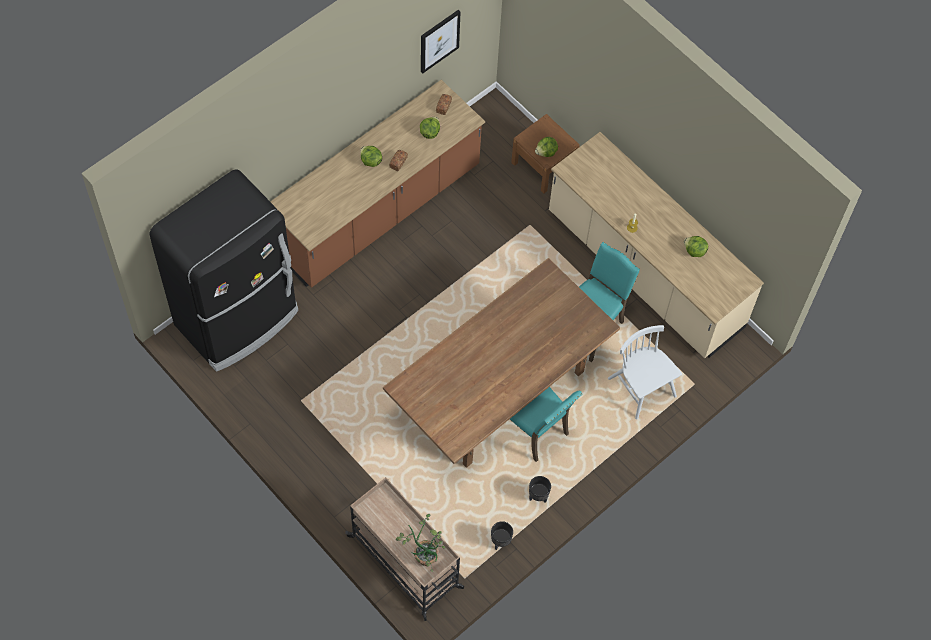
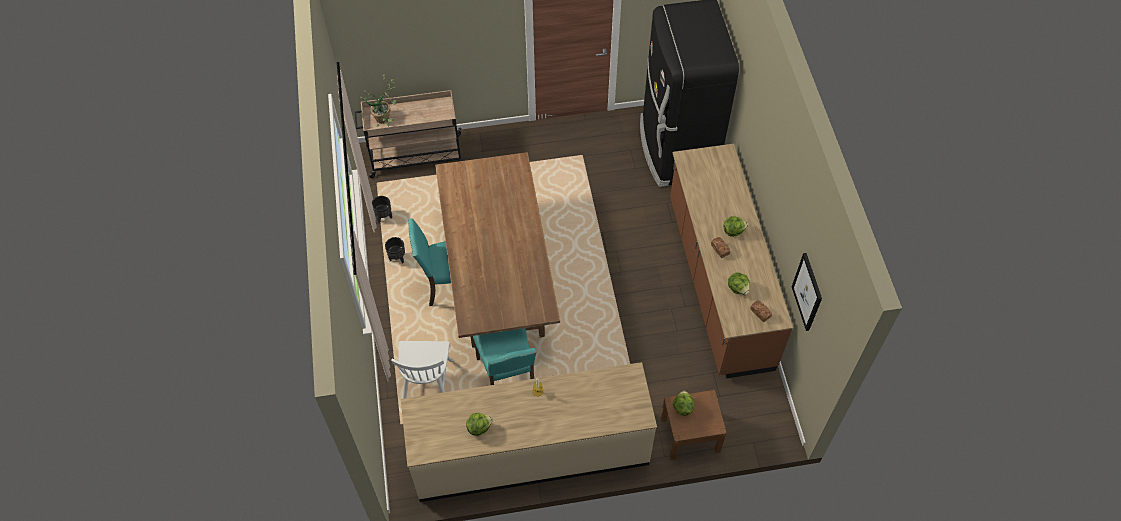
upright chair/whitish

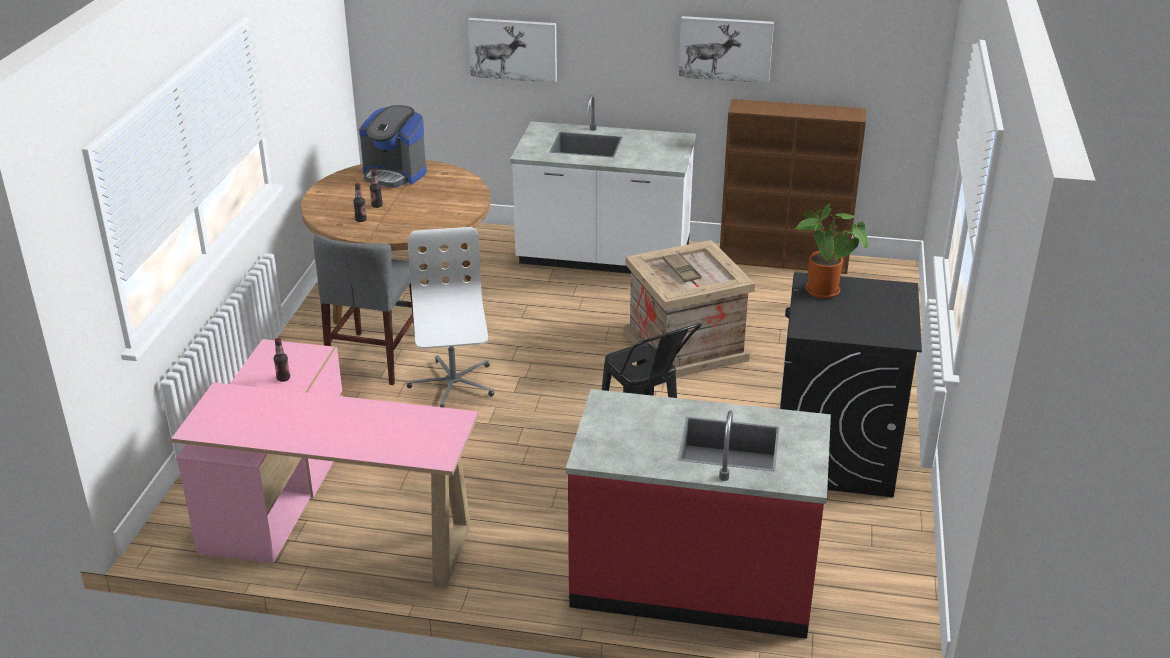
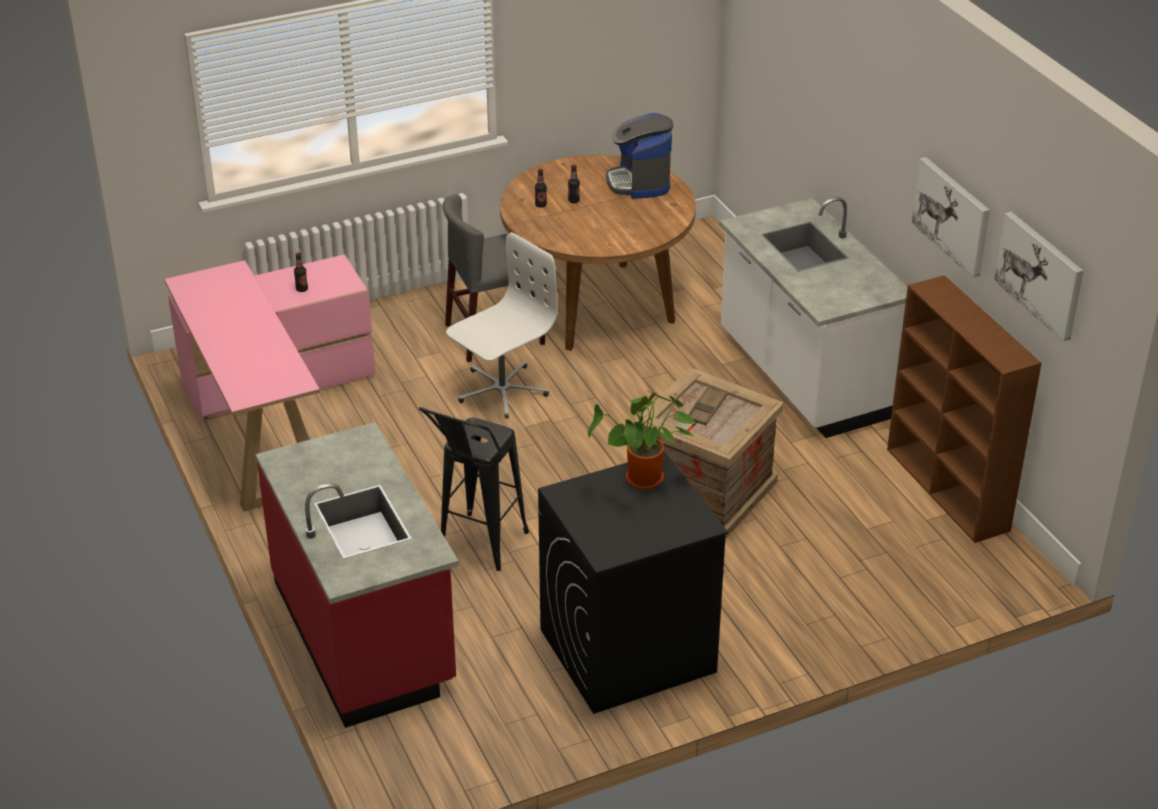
wall art (2nd from left)

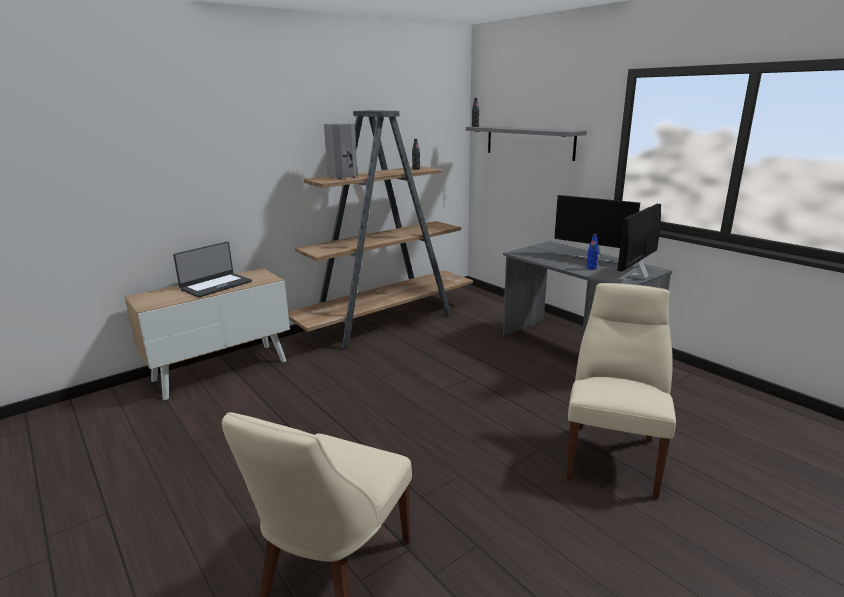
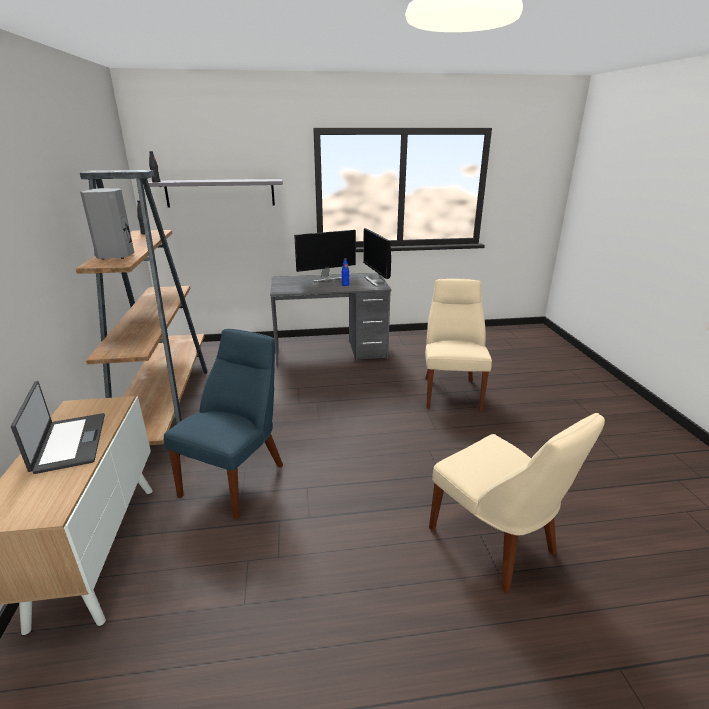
upright chair/beige-coloured (1st from left); upright chair/bluish

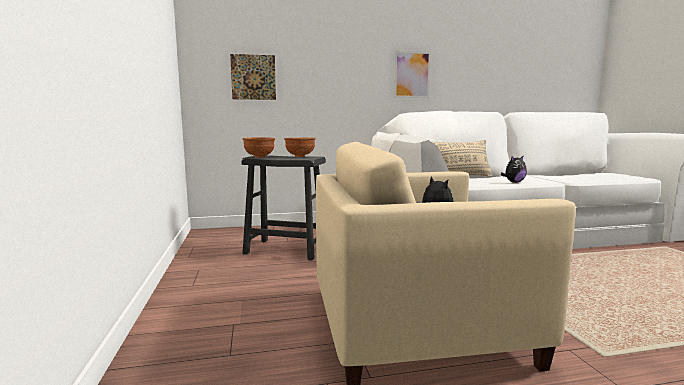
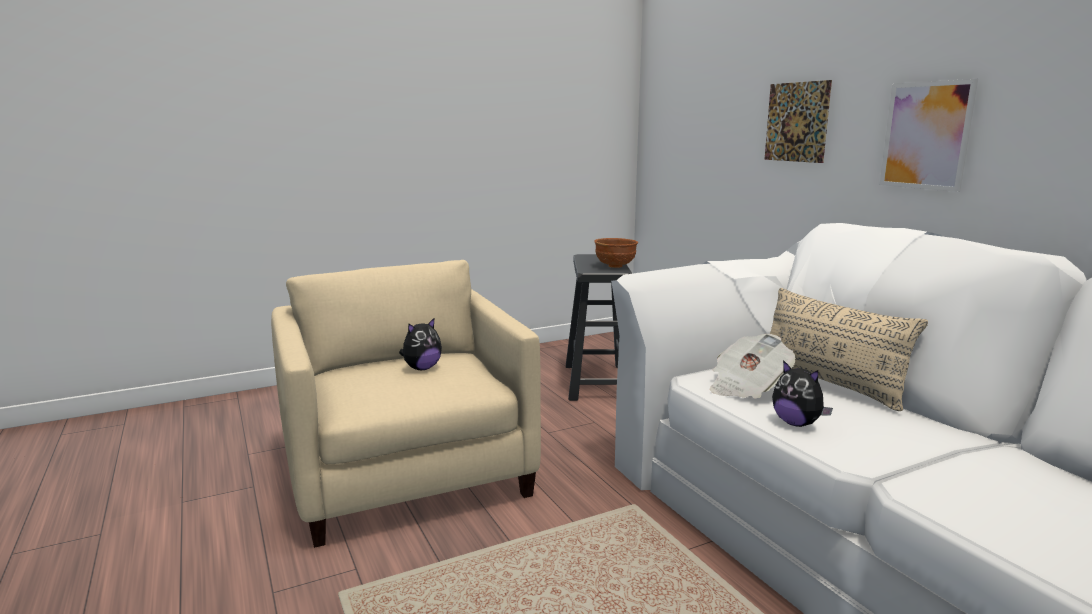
wall art (1st from left); serving bowl/brown (1st from left in the first image); newspaper

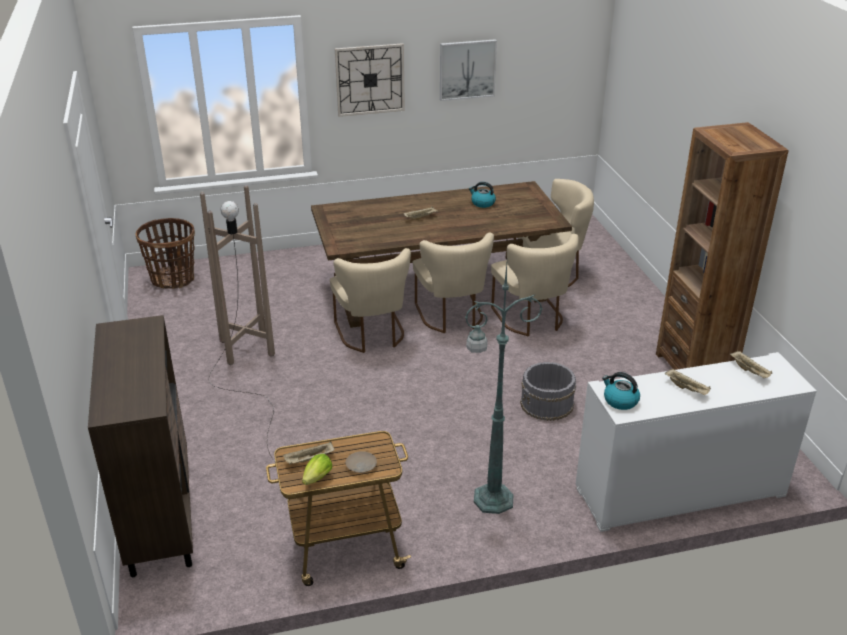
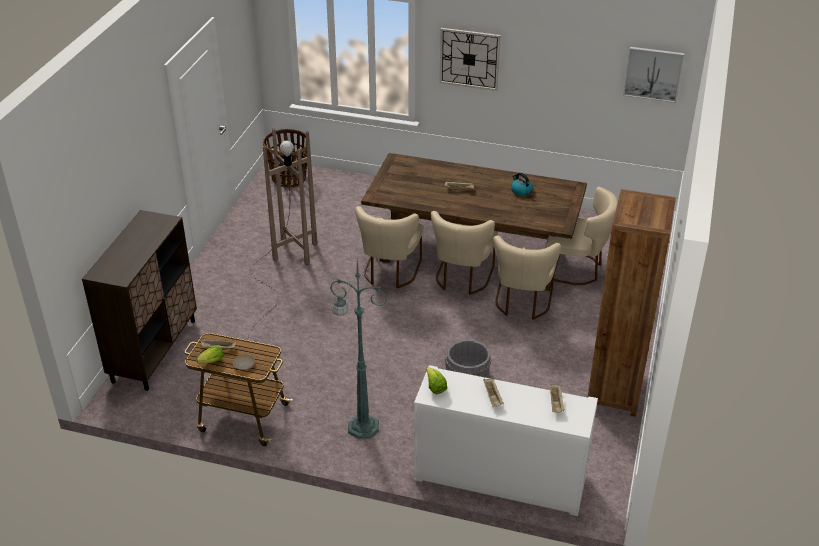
wall art; head of lettuce (2nd from left)

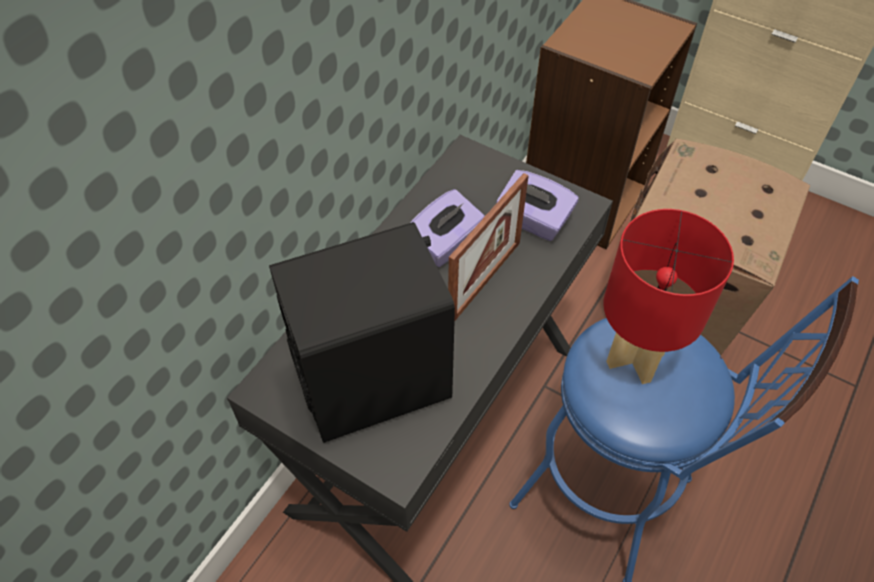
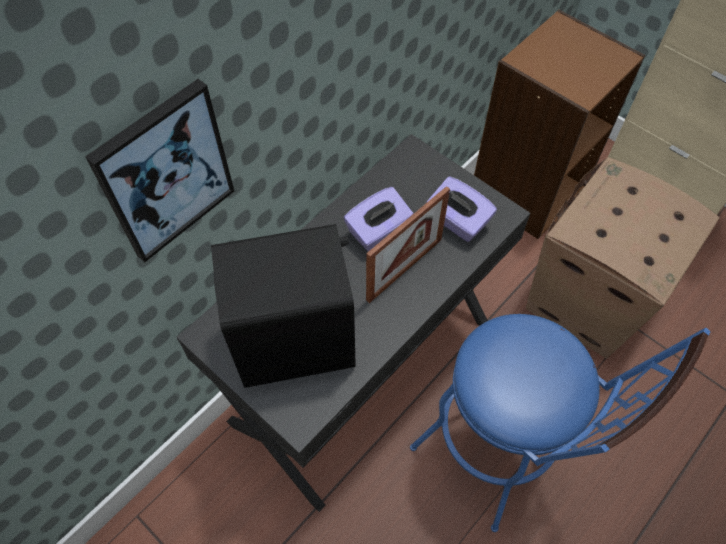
lamp for a table/red-coloured; wall art

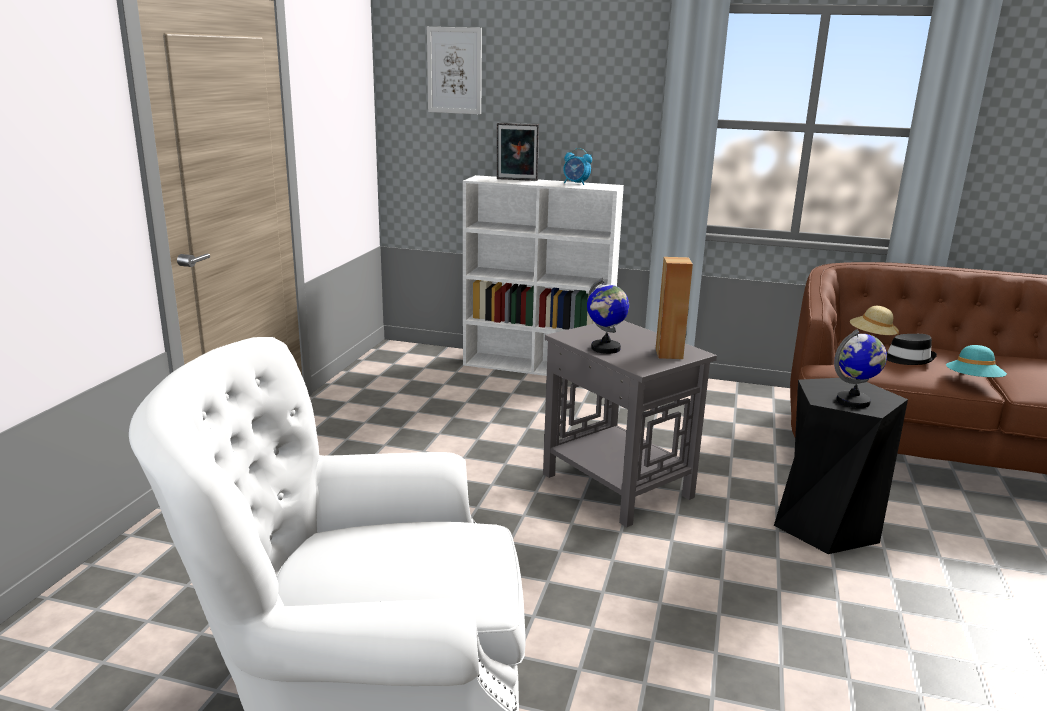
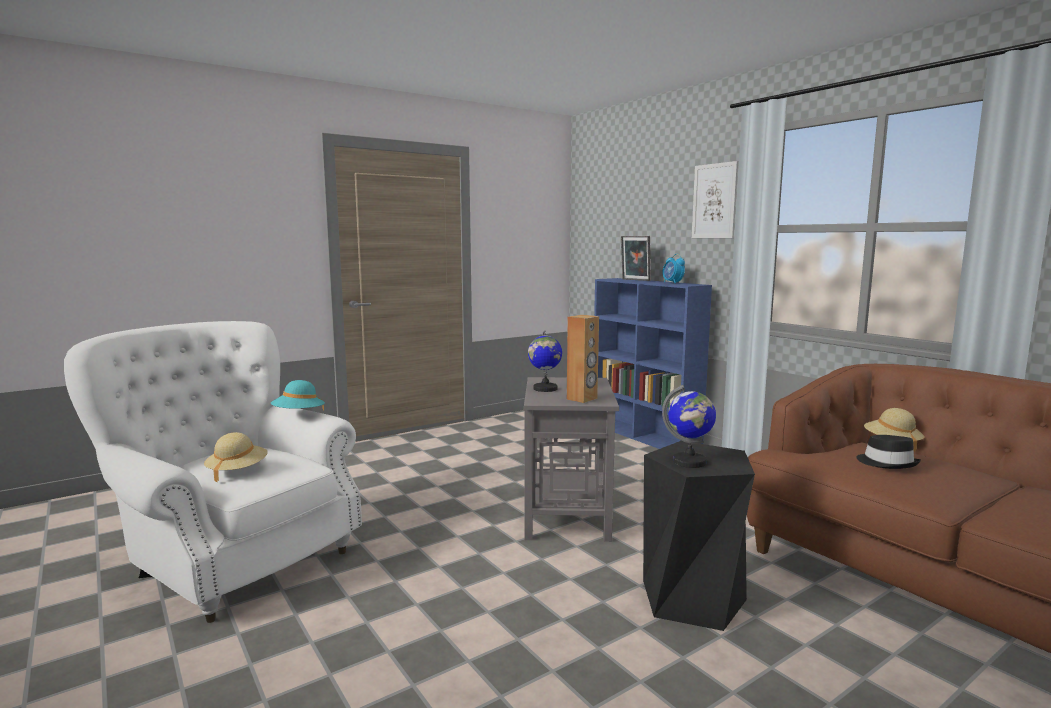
wall art; bookshelf/bluish; clothing hat/turquoise-coloured; clothing hat/beige-coloured (1st from left)

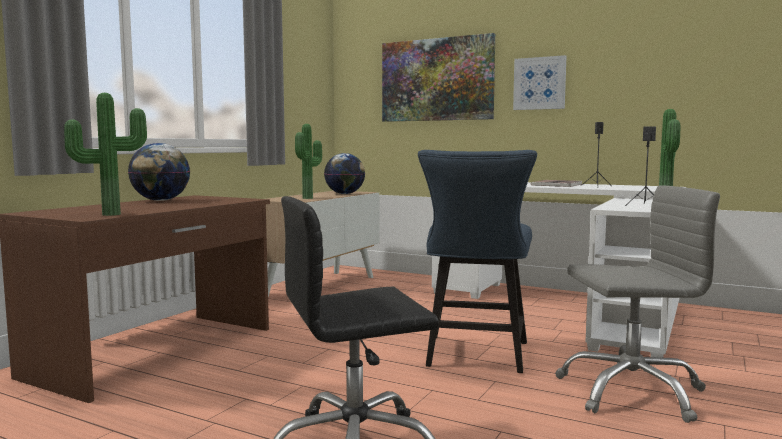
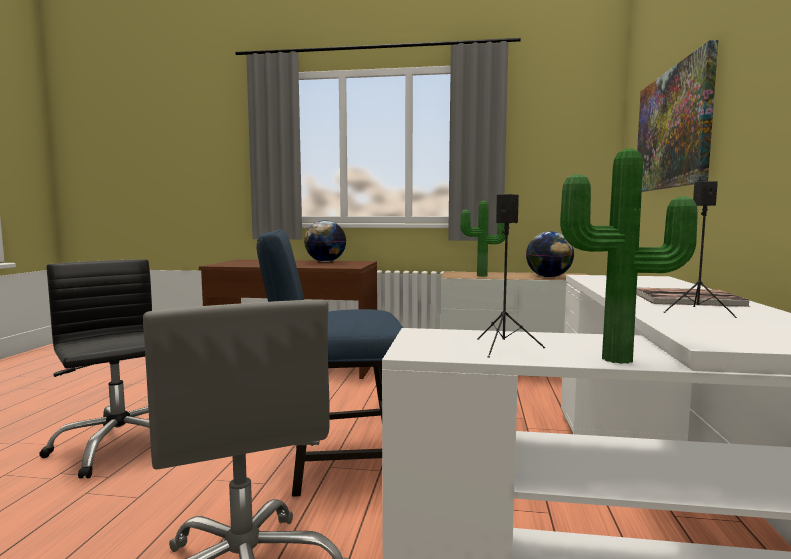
wall art (2nd from left in the first image); houseplant (1st from left in the first image)

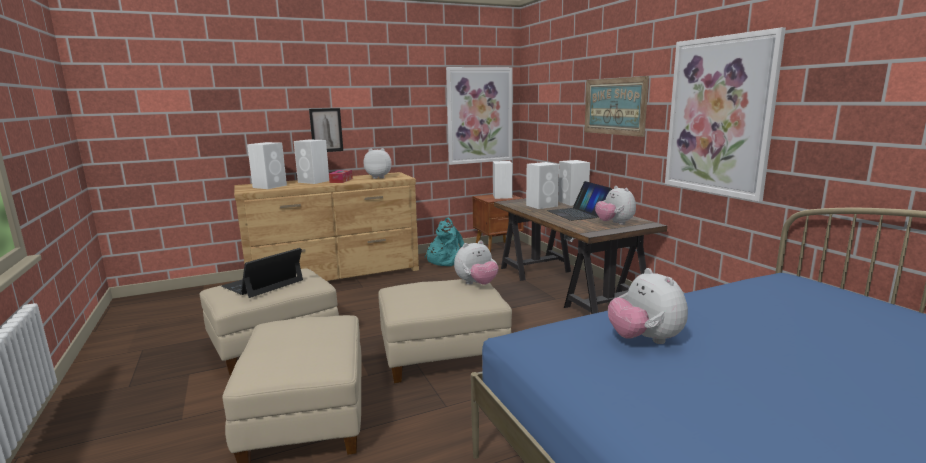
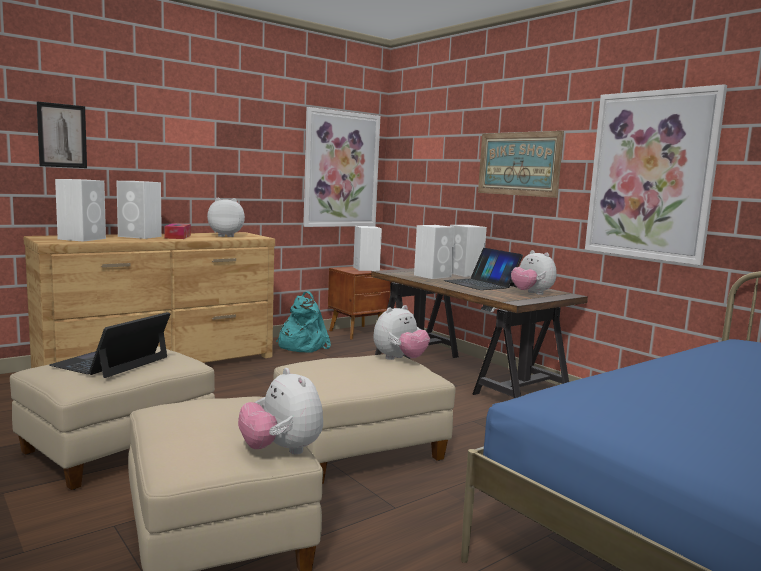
wall art (1st from left); plush toy (2nd from left)

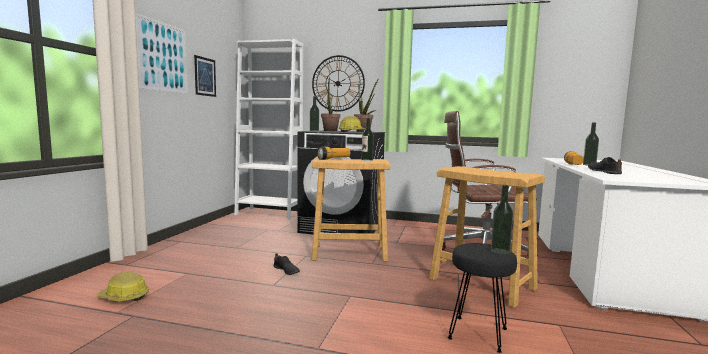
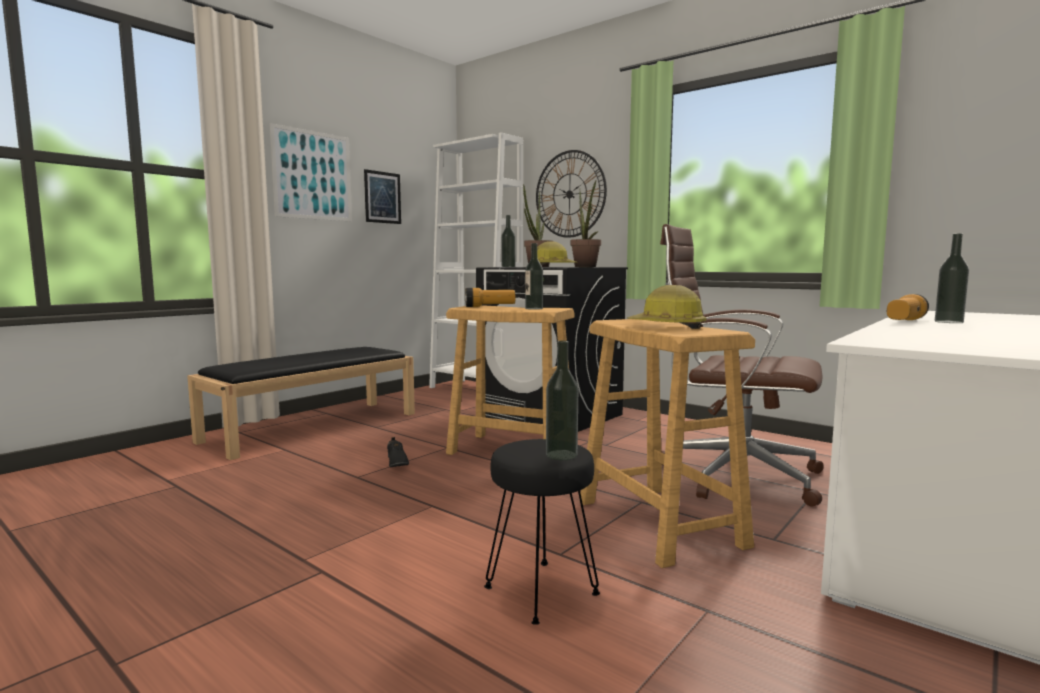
low shoe/black-coloured (2nd from left in the first image); work helmet (2nd from left); indoor bench/black-coloured

